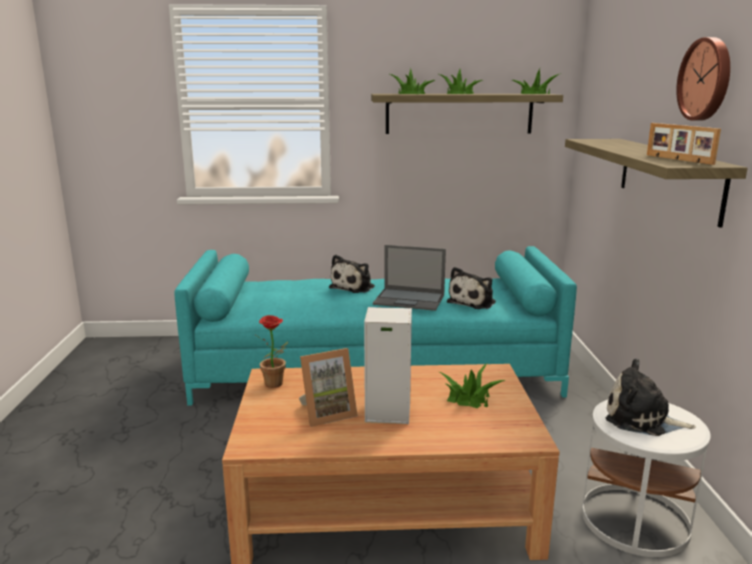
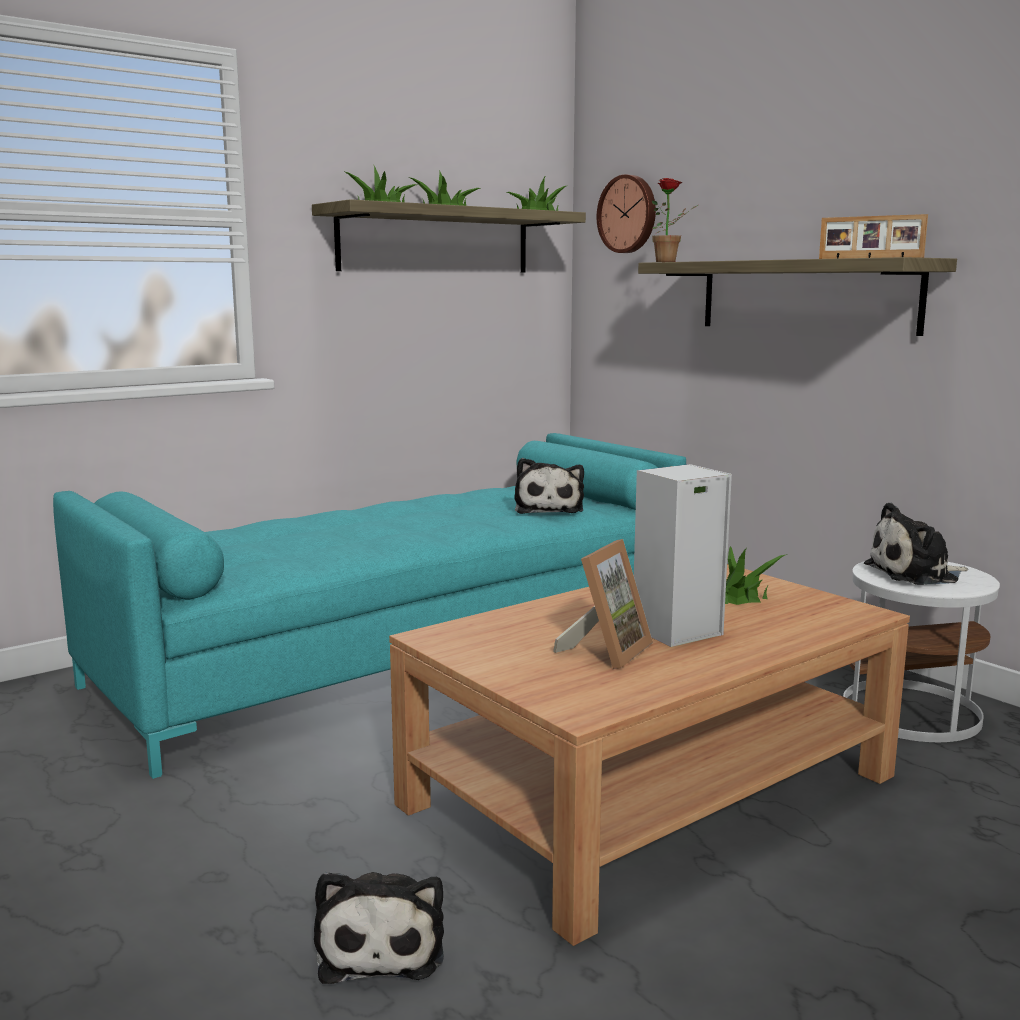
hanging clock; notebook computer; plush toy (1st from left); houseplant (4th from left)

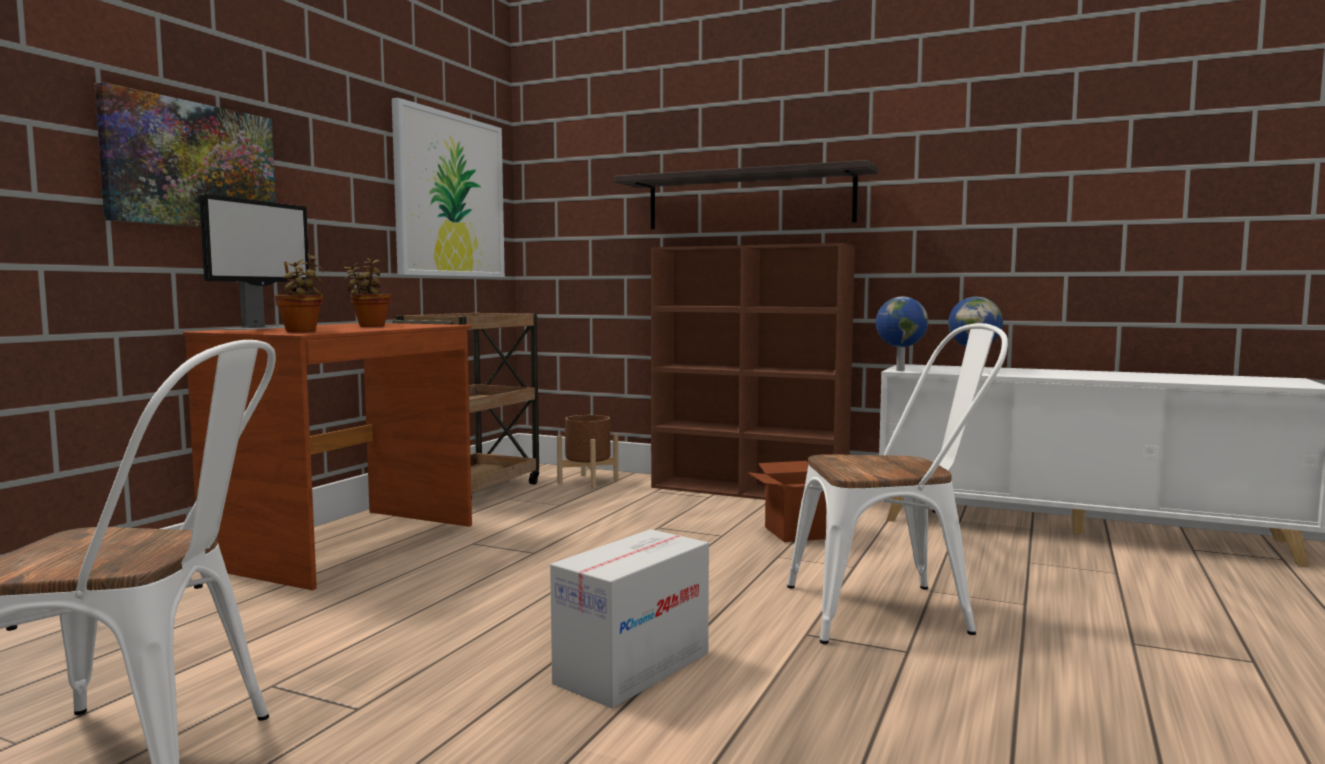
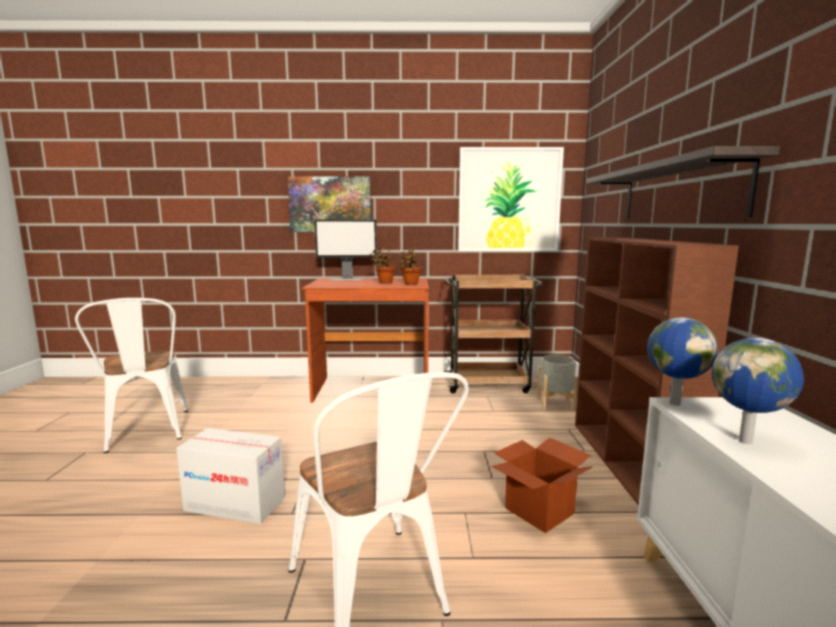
houseplant (2nd from left); flower pot/grey

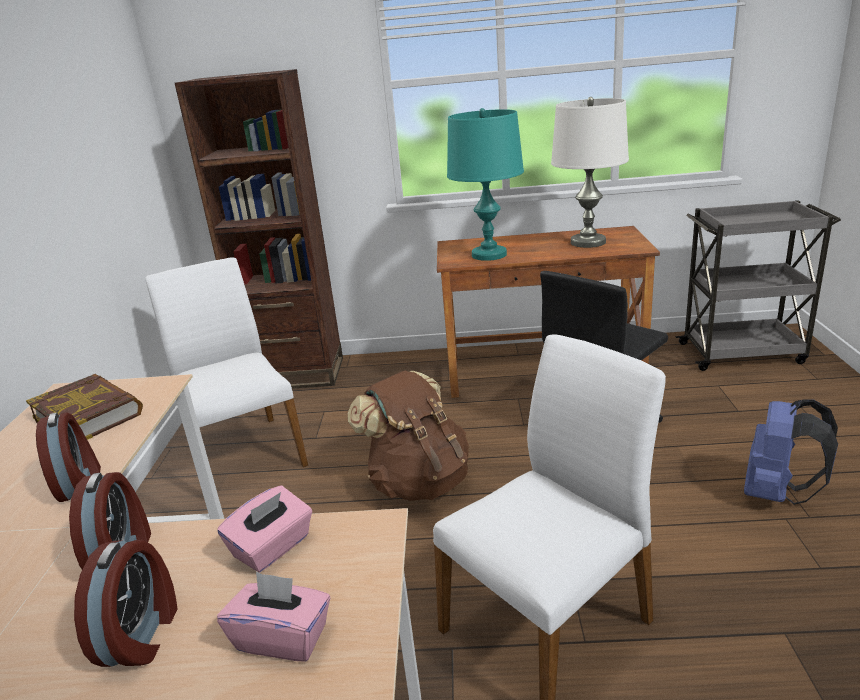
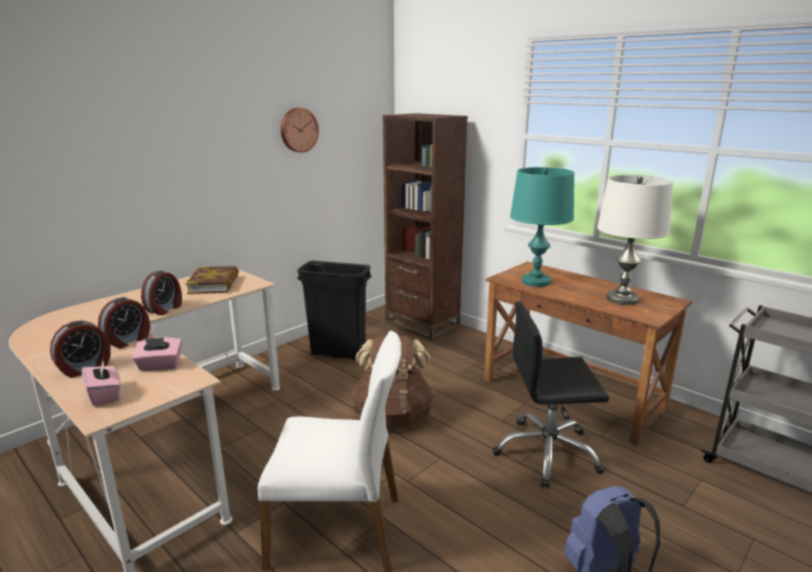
trash can/black-coloured; hanging clock

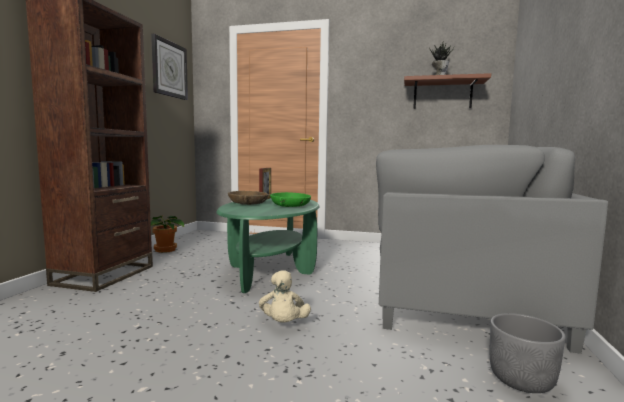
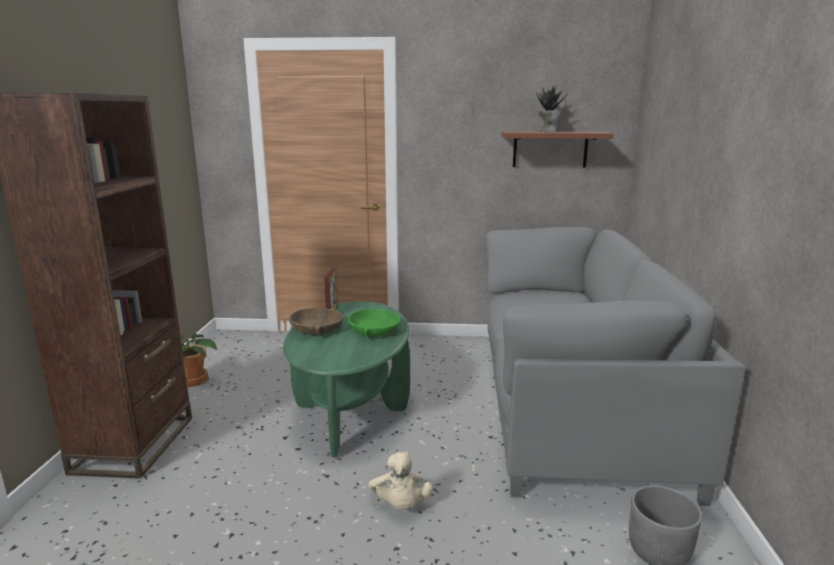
hanging clock

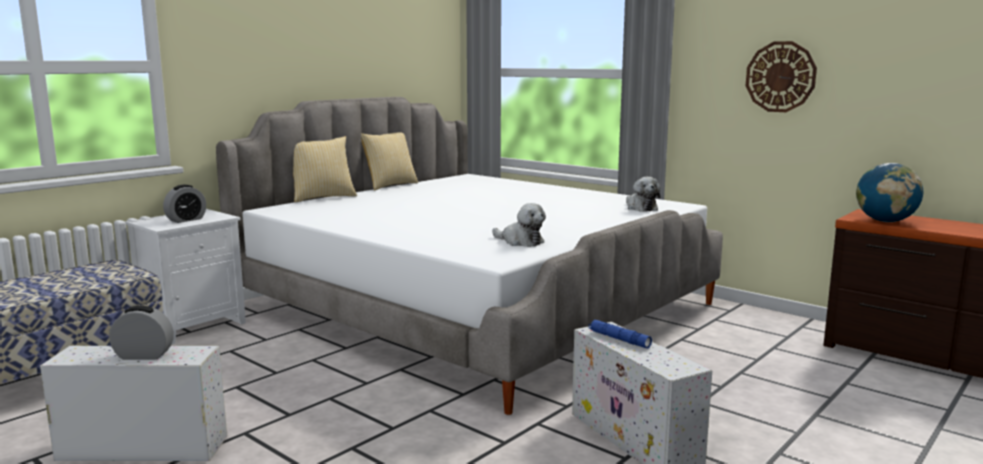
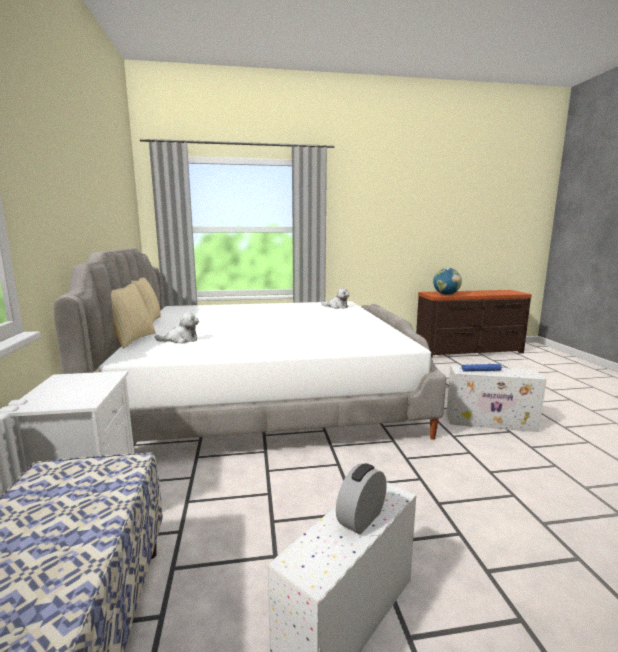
hanging clock; alarm clock (2nd from left in the first image); plush toy (1st from left)

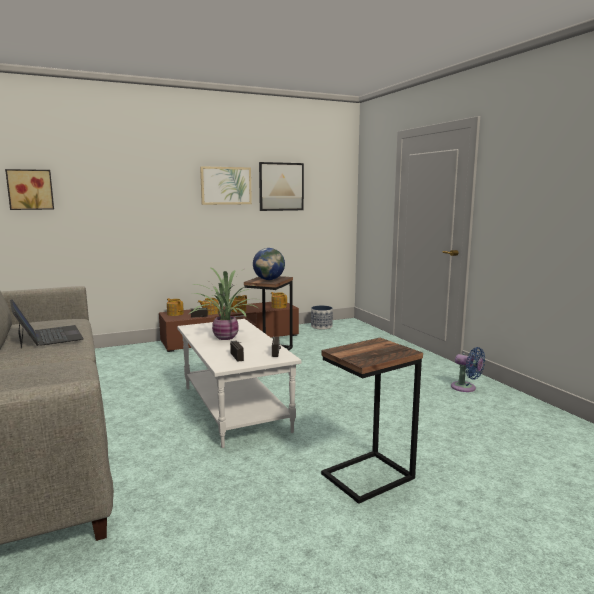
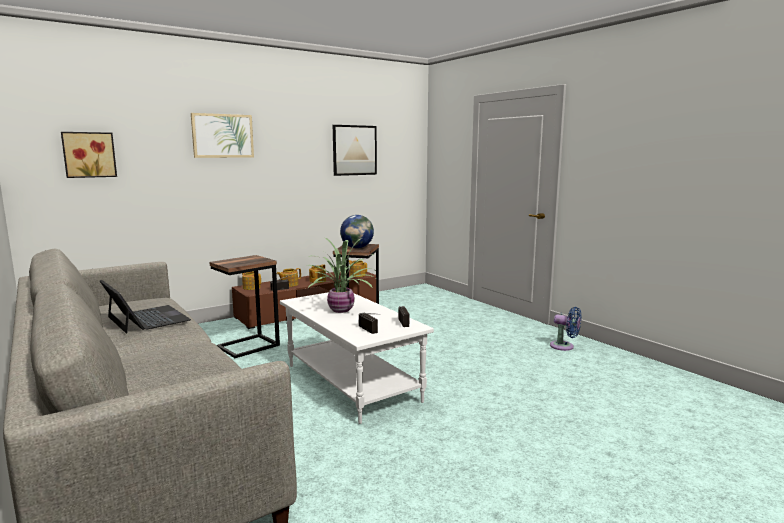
wall art (2nd from left); flower pot; side table (1st from left)

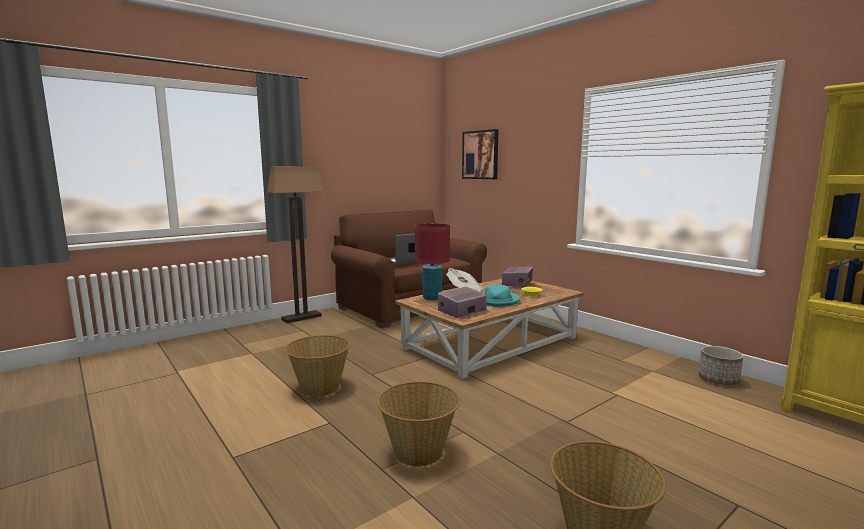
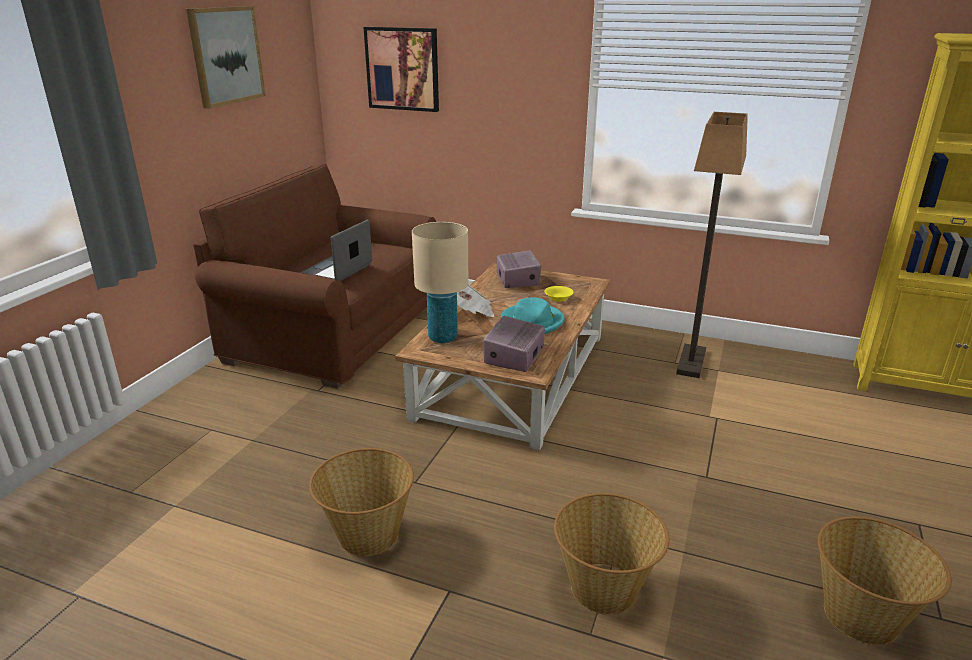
standing lamp; lamp for a table/beige-coloured; flower pot; wall art (1st from left)

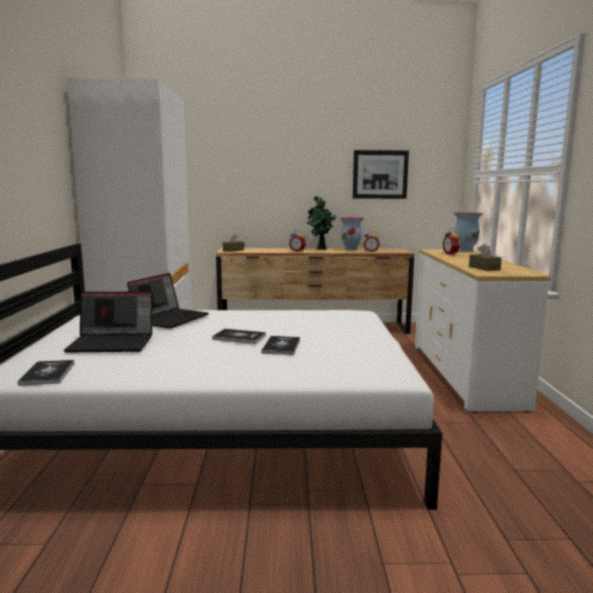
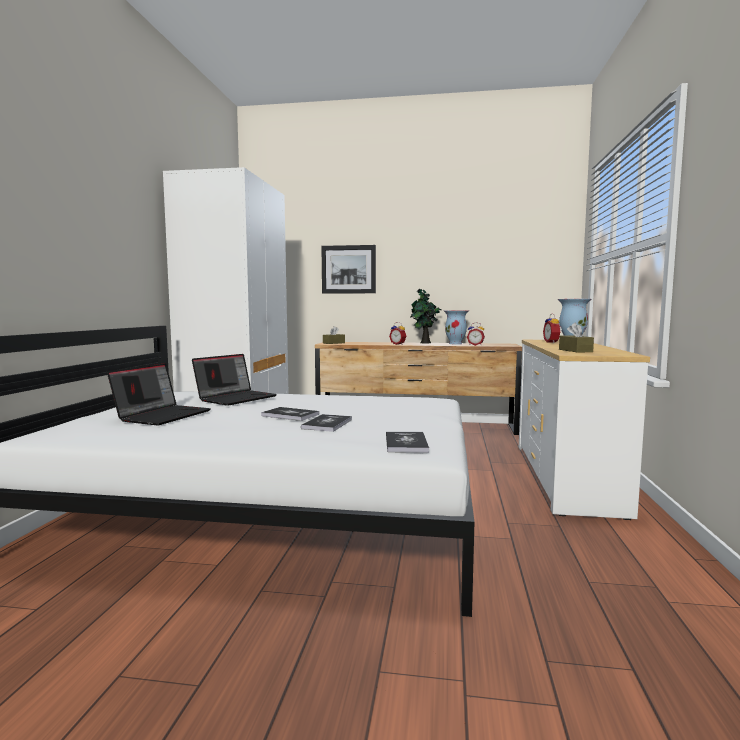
wall art; notebook computer (1st from left); volume (3rd from left)

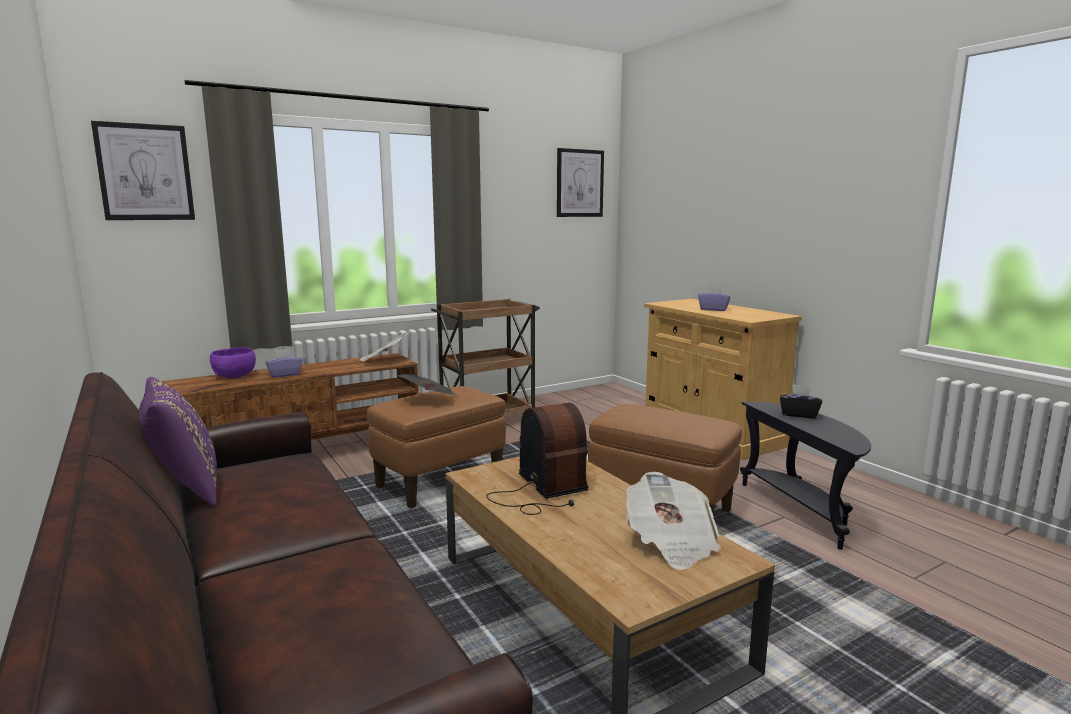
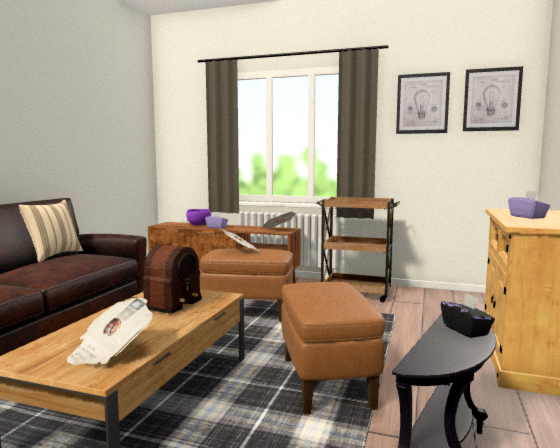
wall art (1st from left); throw pillow/beige-coloured

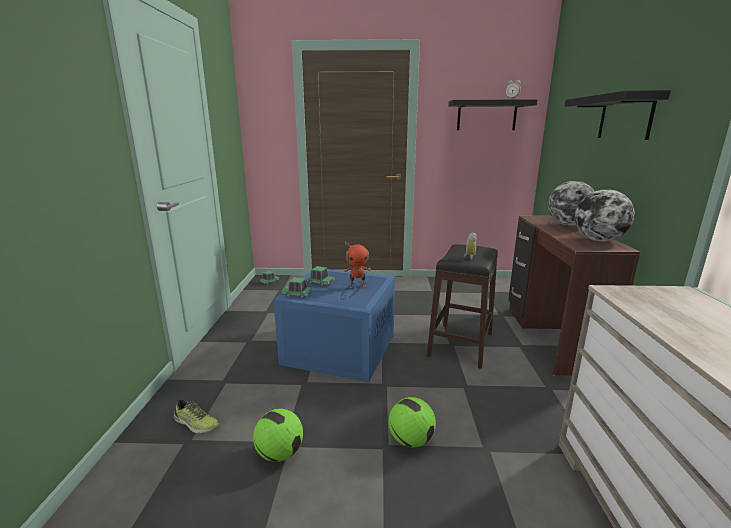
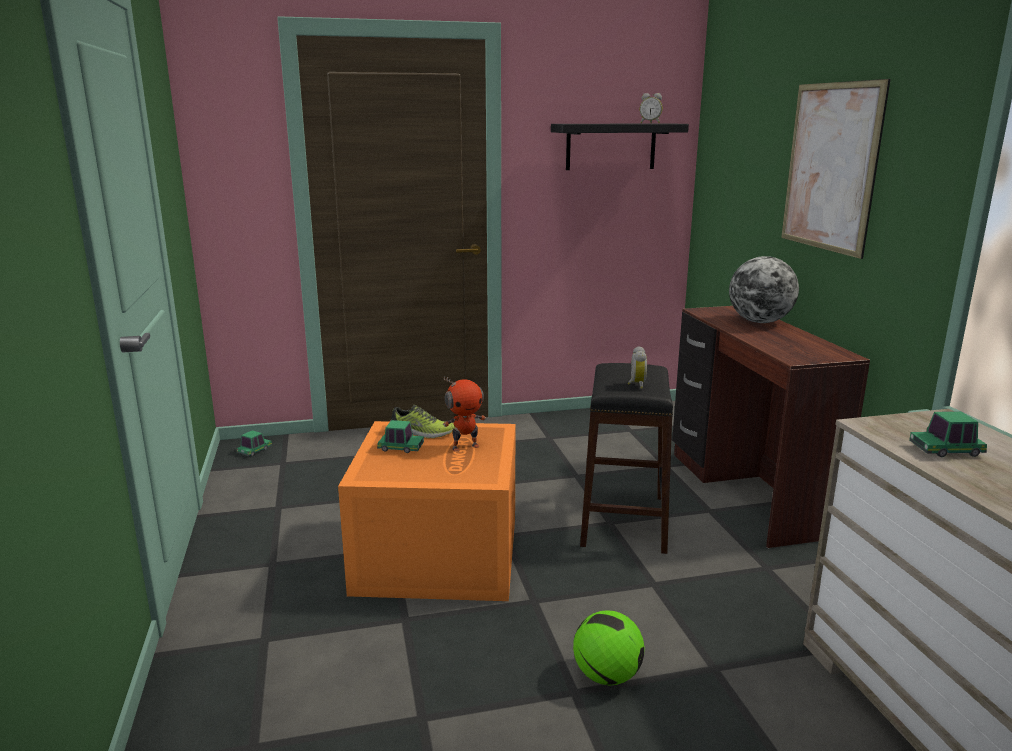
wall art; desk globe (2nd from left in the first image); storage box/orange-coloured; model car (3rd from left); low shoe; football ball (1st from left in the first image)

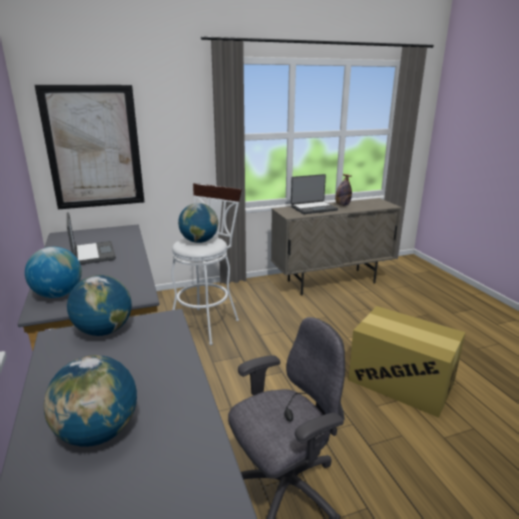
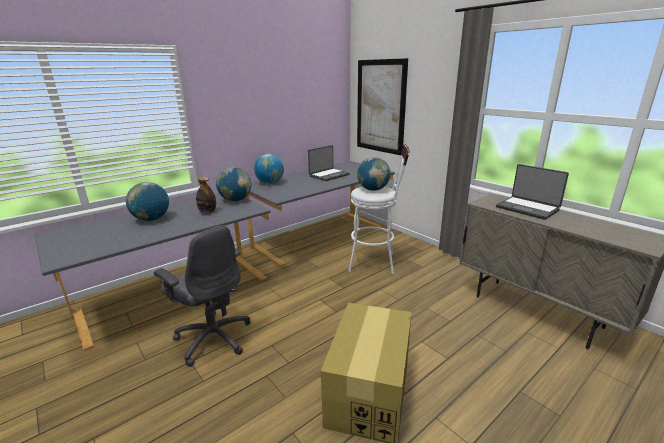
bottle

